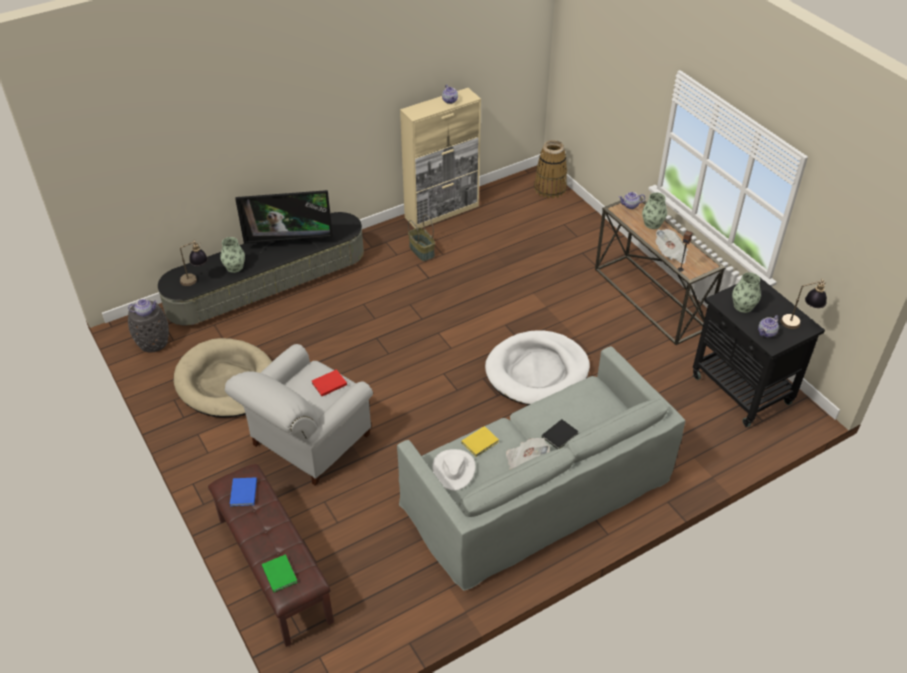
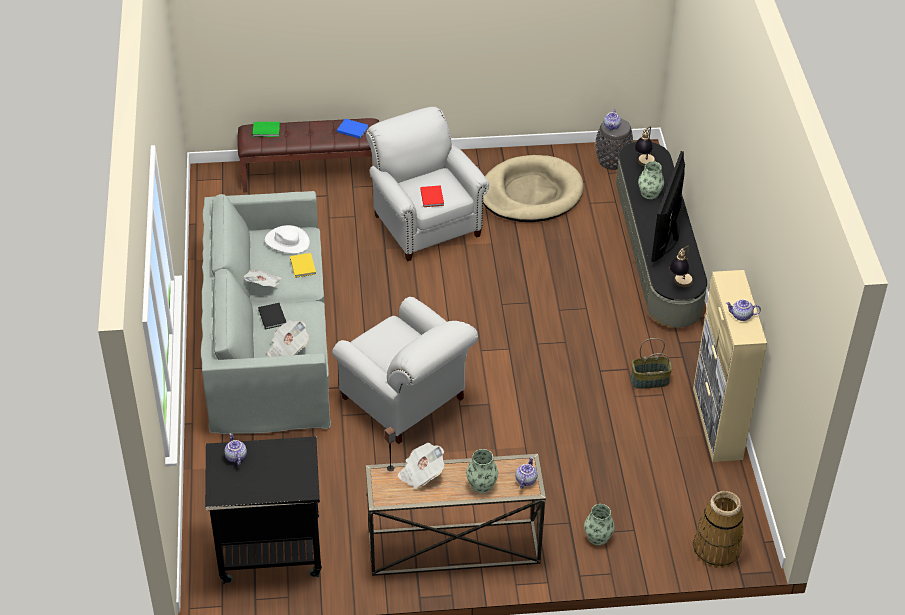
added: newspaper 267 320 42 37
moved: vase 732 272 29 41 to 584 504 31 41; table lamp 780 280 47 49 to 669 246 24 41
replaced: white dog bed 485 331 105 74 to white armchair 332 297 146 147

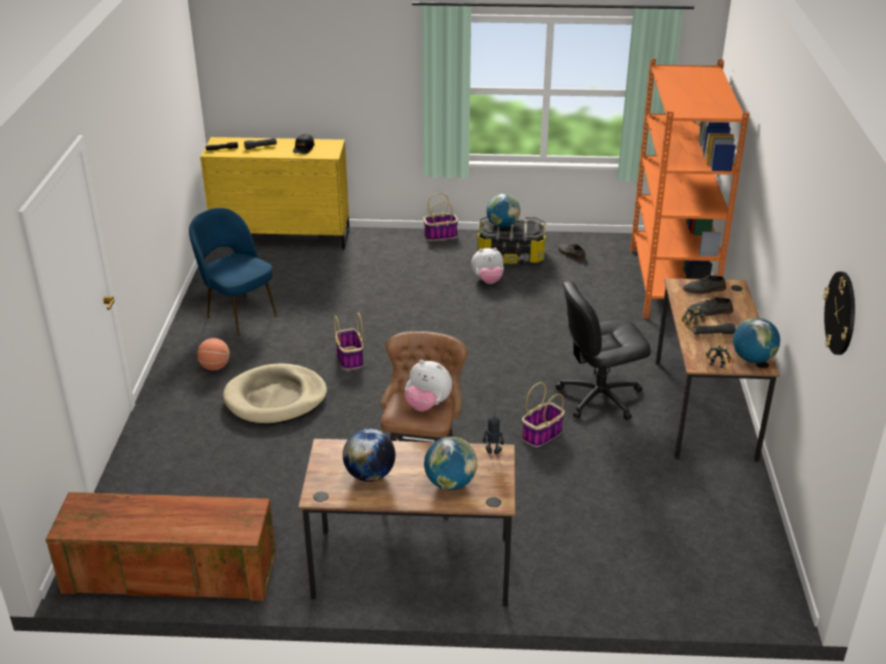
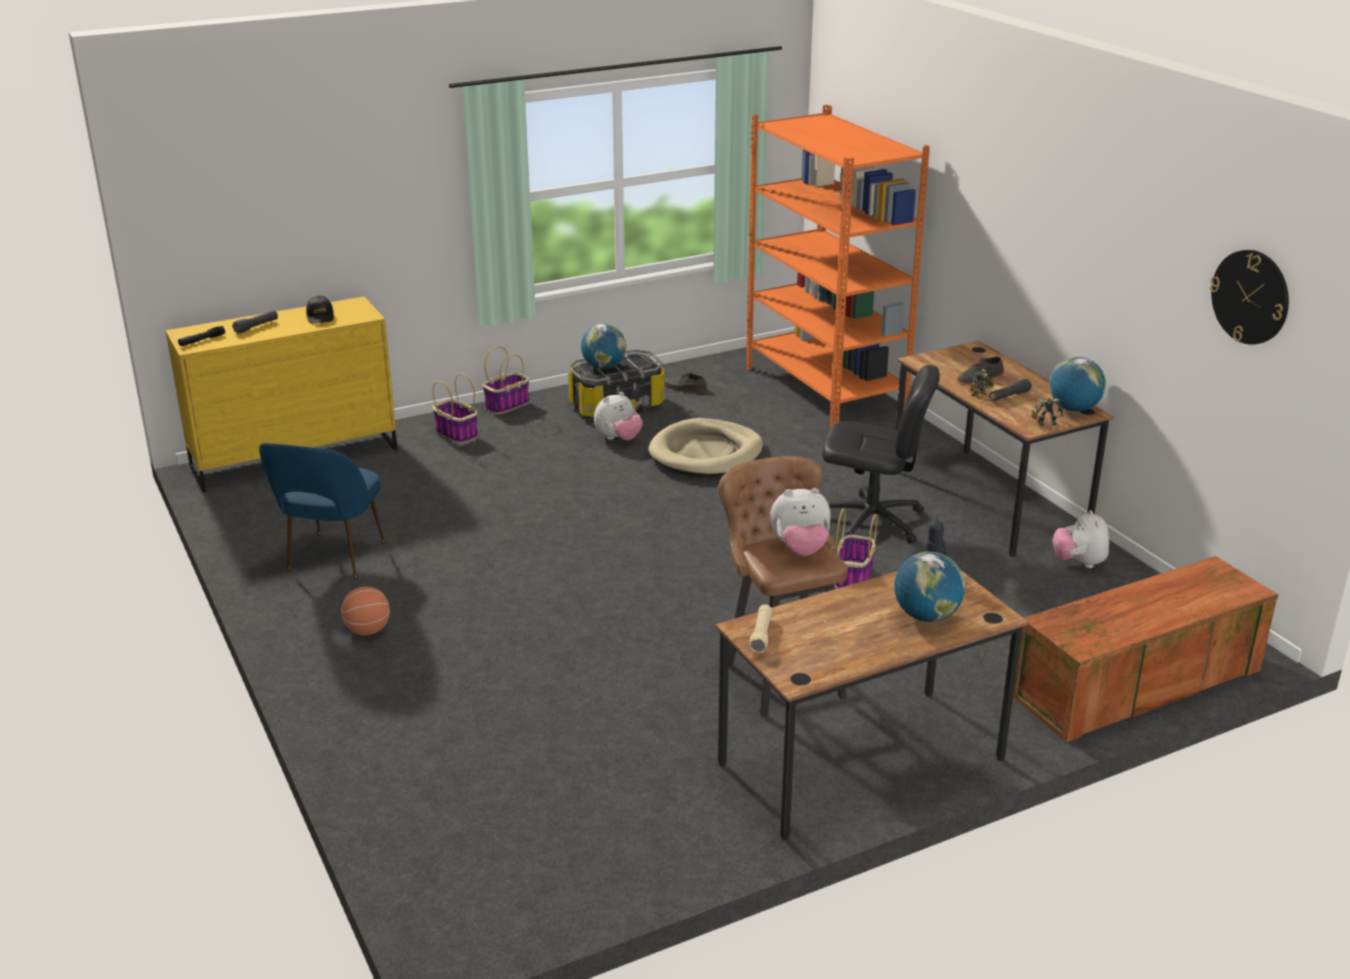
removed: globe 343 429 52 53; grey shoe 683 275 43 19
added: beige flashlight 749 604 23 49; plush toy 1052 510 57 58
moved: brown bench 46 492 230 109 to 1013 556 265 186; beige dog bed 223 363 104 62 to 649 418 114 59; basket 334 313 29 57 to 432 373 46 71
turned: blue chair 189 208 88 128 = 259 443 126 136 90 degrees counterclockwise; black office chair 556 281 95 139 = 822 365 118 179 120 degrees counterclockwise

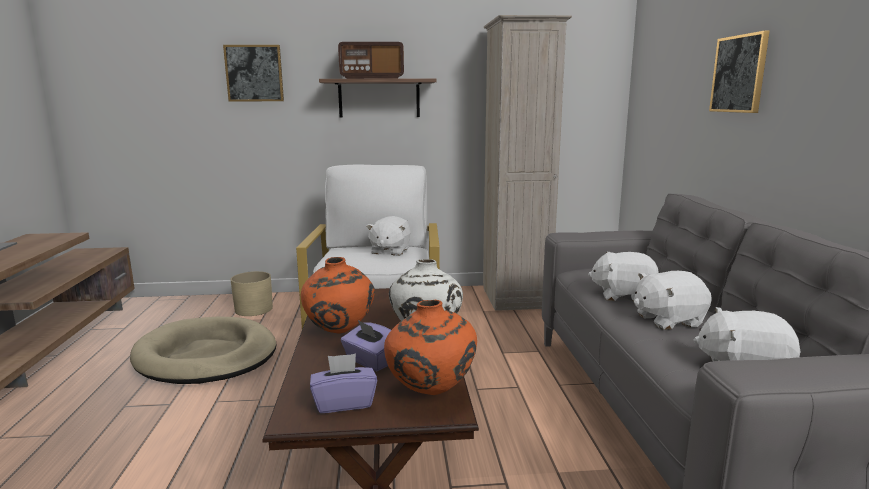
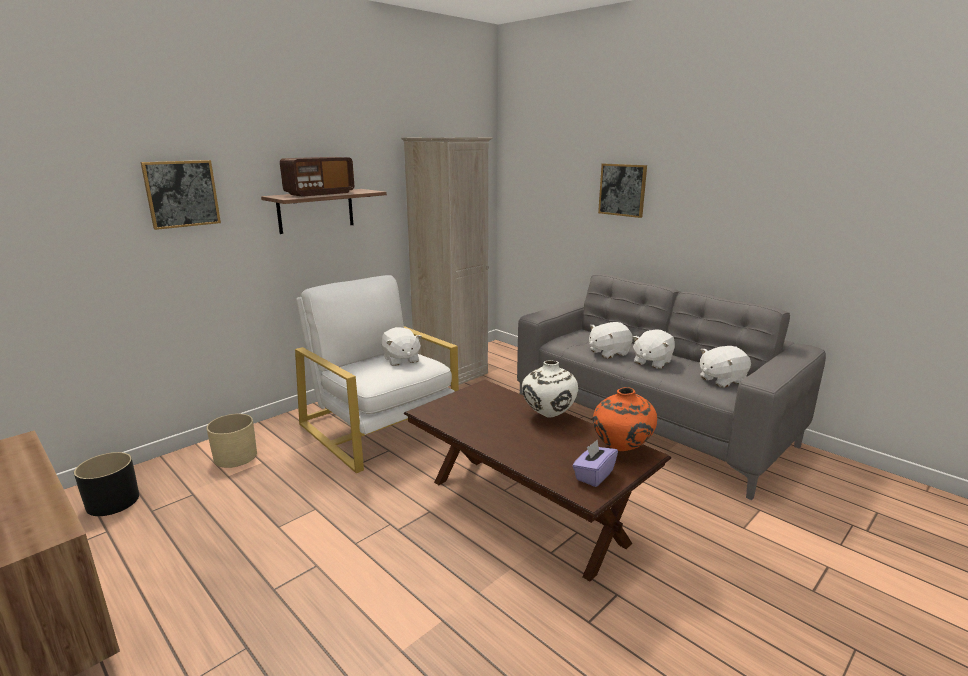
removed: beige dog bed 130 317 146 67; orange vase 301 257 74 76; purple tissue box 340 320 51 51
added: black planter 74 452 65 64

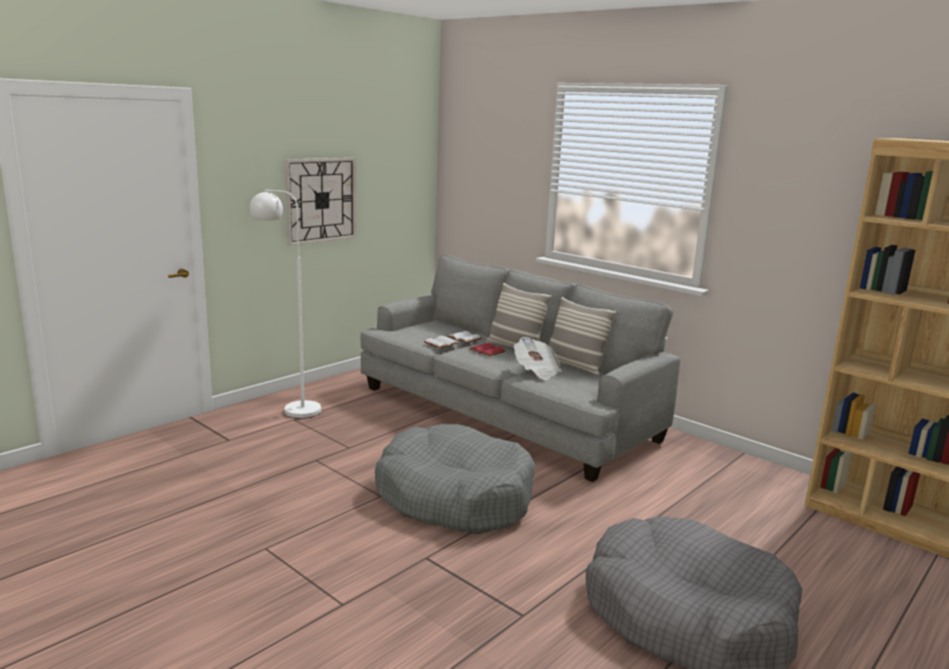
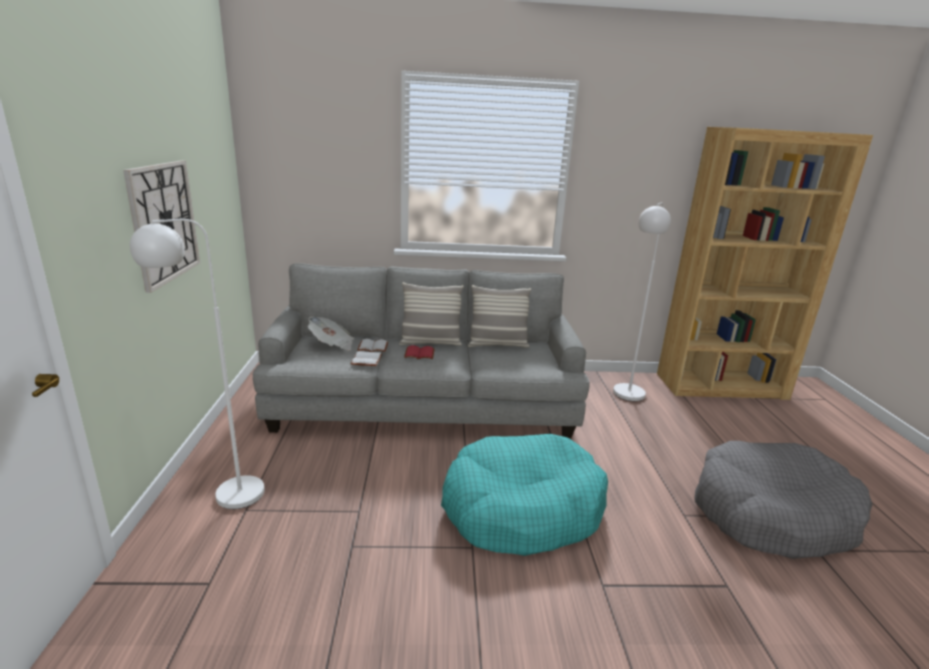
added: white floor lamp 613 202 58 199
moved: newspaper 513 337 49 43 to 308 316 46 34
recoloured: grey dog bed 375 424 160 110 to turquoise dog bed 441 434 167 122

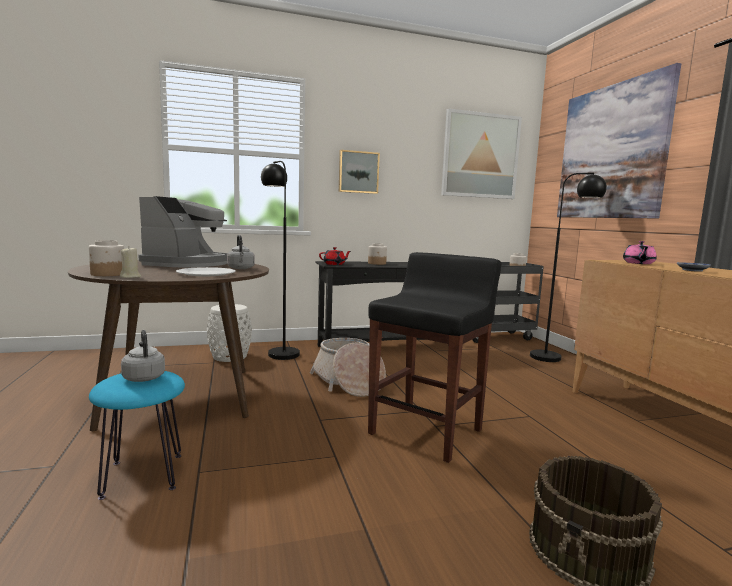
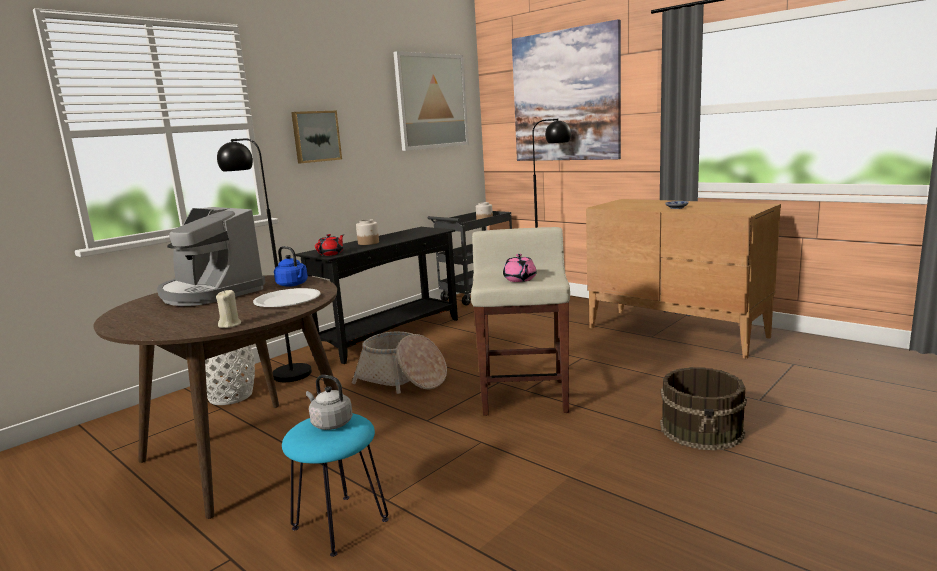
removed: jar 89 240 35 36
moved: pink teapot 623 241 34 23 to 503 254 33 28
recoloured: grey kettle 227 235 28 34 to blue kettle 274 246 34 41; black stool 368 252 133 211 to beige stool 471 227 99 189
turned: coffee machine 138 196 90 72 = 157 207 109 99 150 degrees clockwise

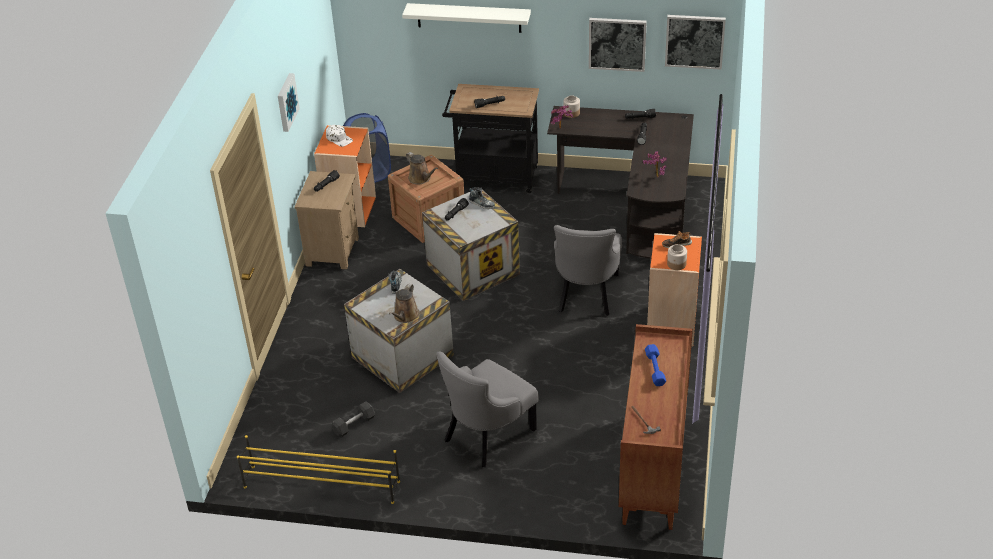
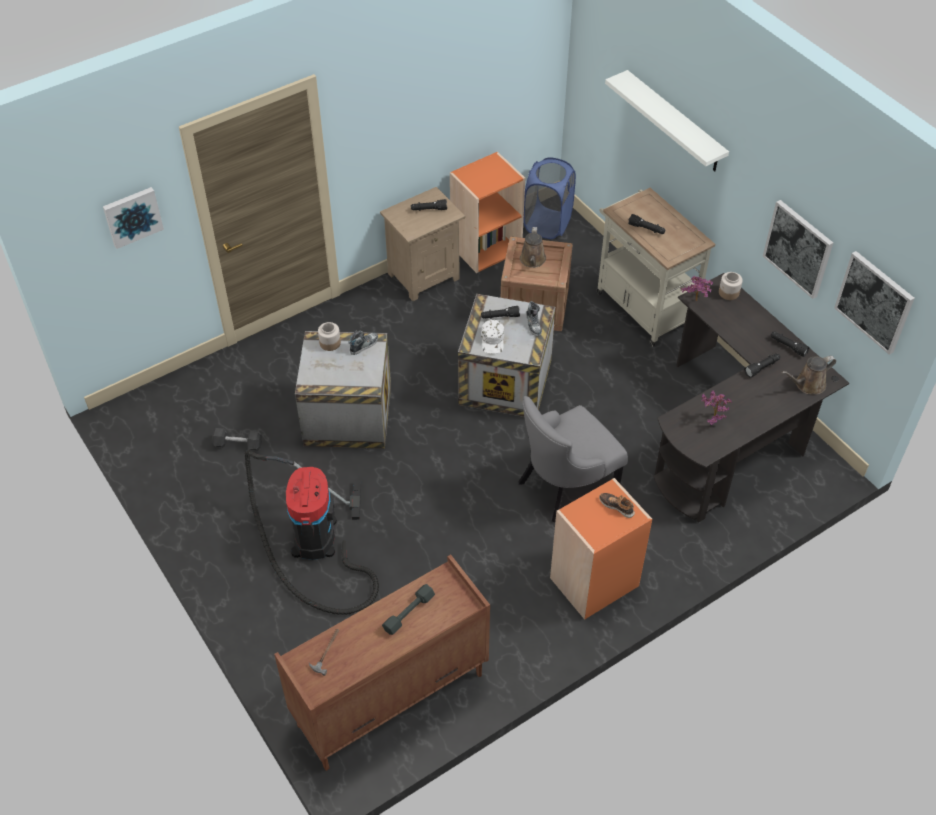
removed: yellow shoe rack 237 435 163 69
moved: picture 278 73 22 59 to 103 187 61 62; white cap 326 125 27 22 to 481 320 23 33; brown watering can 389 284 31 39 to 782 356 54 38; jar 667 244 20 26 to 318 322 23 29
replaced: grey chair 437 352 102 115 to vacuum cleaner 245 450 134 165
recoloured: black cart 442 84 97 110 to beige cart 597 188 118 159; blue dumbbell 645 344 21 42 to grey dumbbell 382 584 53 51

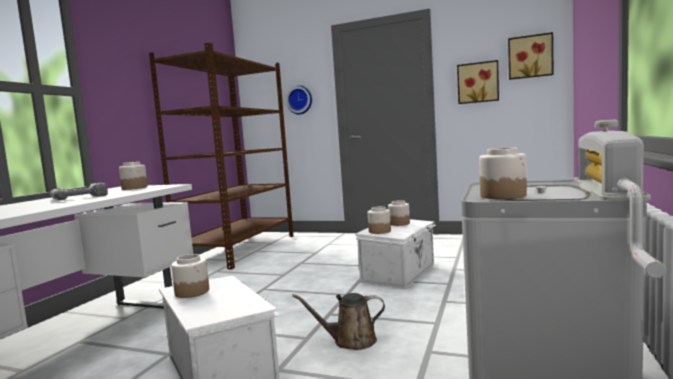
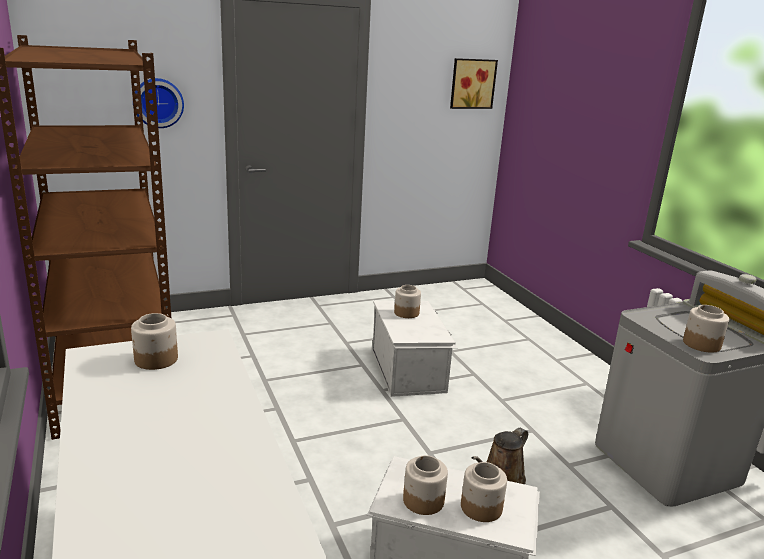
removed: power drill 50 183 58 17; picture 457 60 42 44
moved: jar 368 206 23 28 to 461 462 46 60

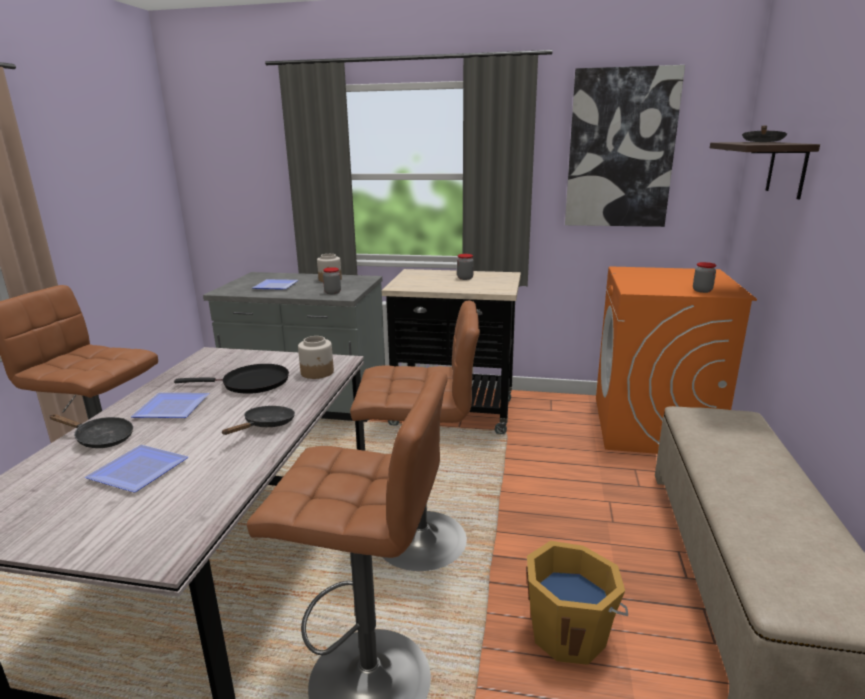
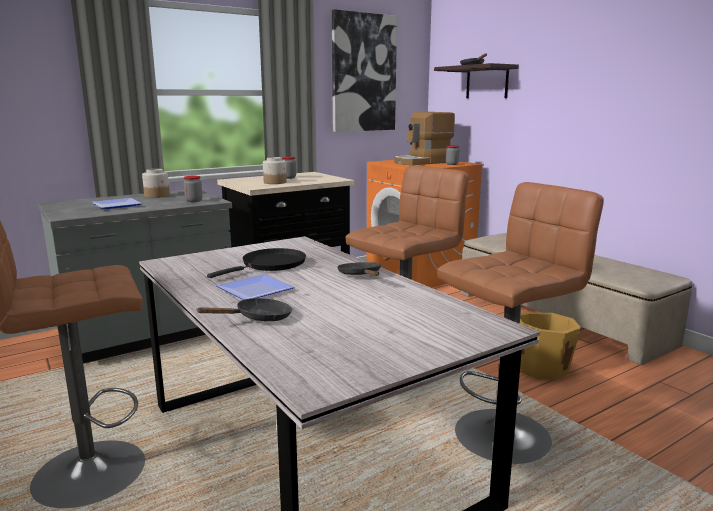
removed: plate 85 445 103 48
added: coffee machine 394 112 61 53
moved: jar 298 336 36 43 to 263 157 23 27

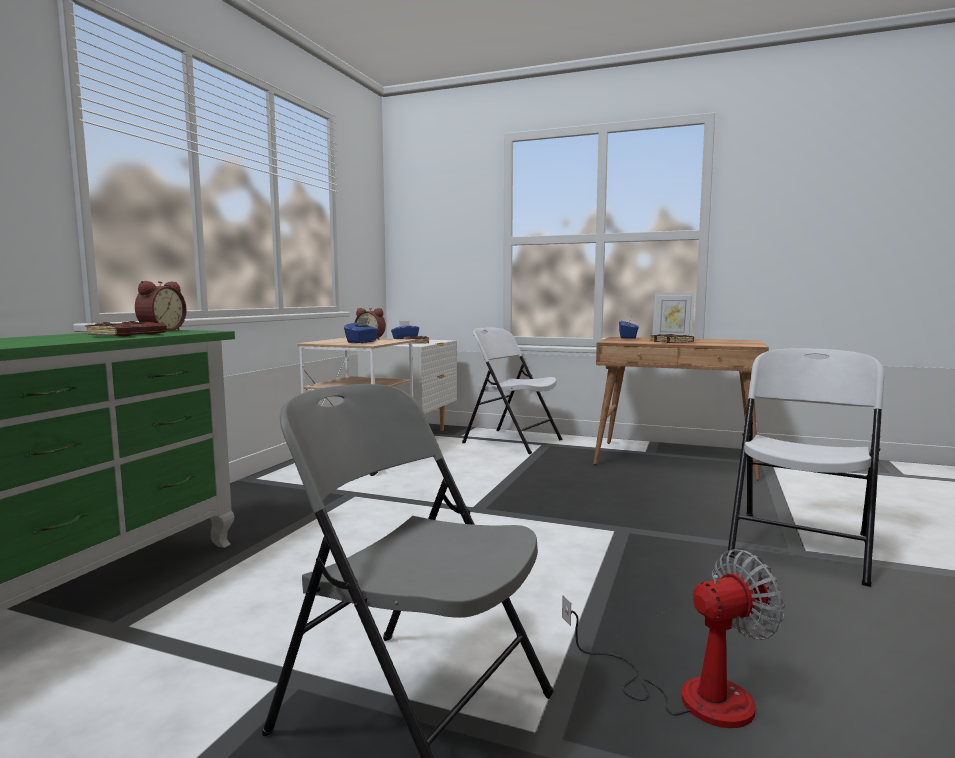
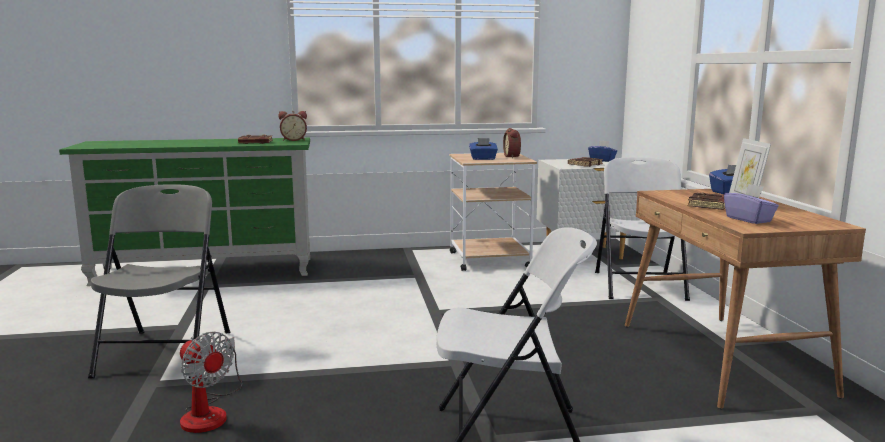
added: purple tissue box 724 184 55 40

